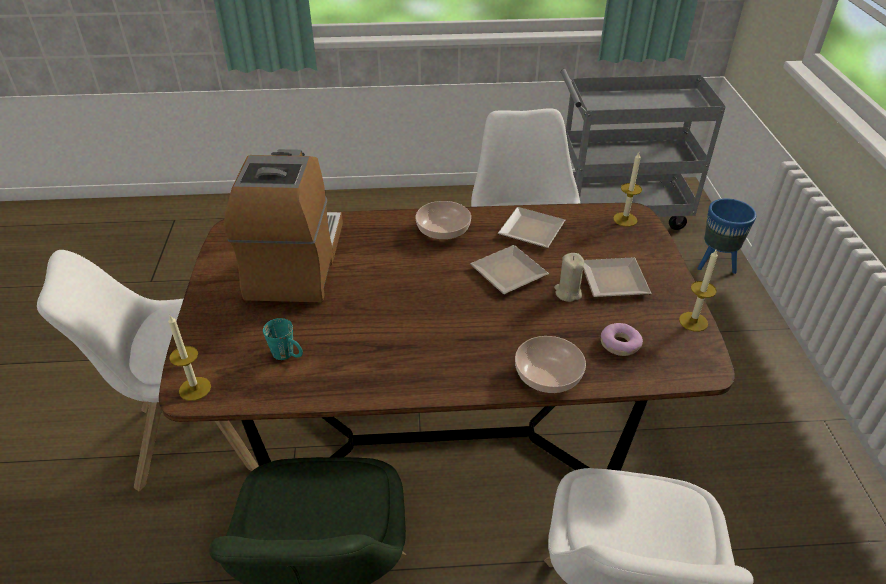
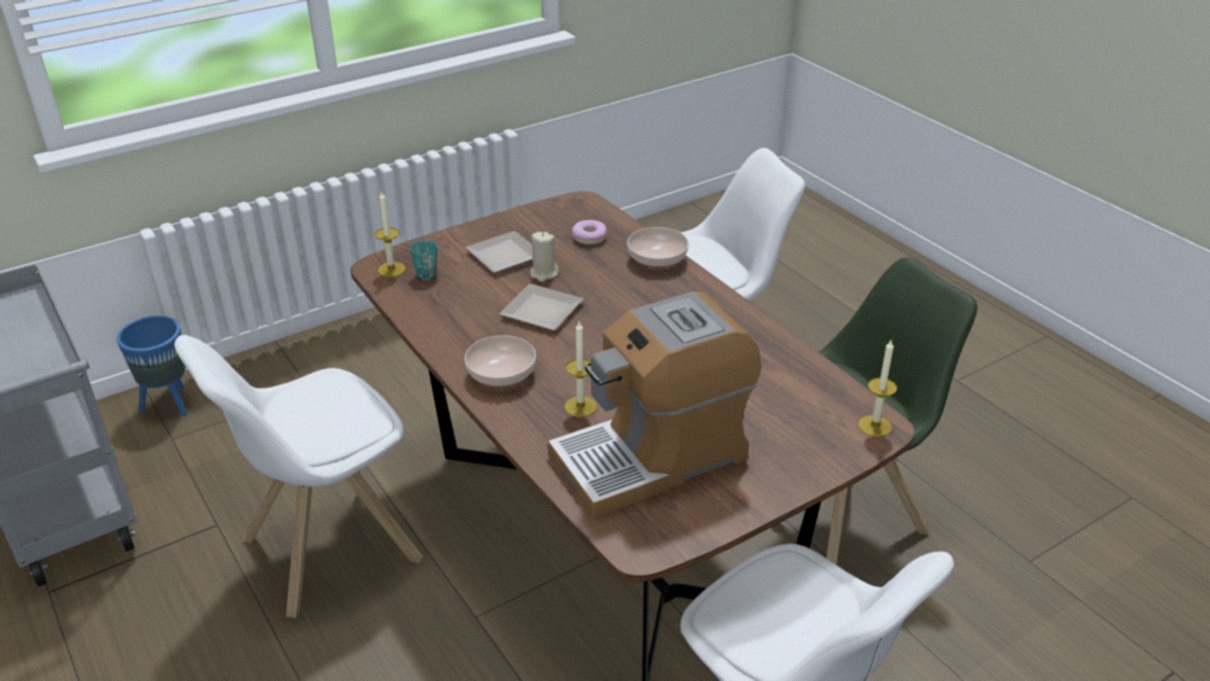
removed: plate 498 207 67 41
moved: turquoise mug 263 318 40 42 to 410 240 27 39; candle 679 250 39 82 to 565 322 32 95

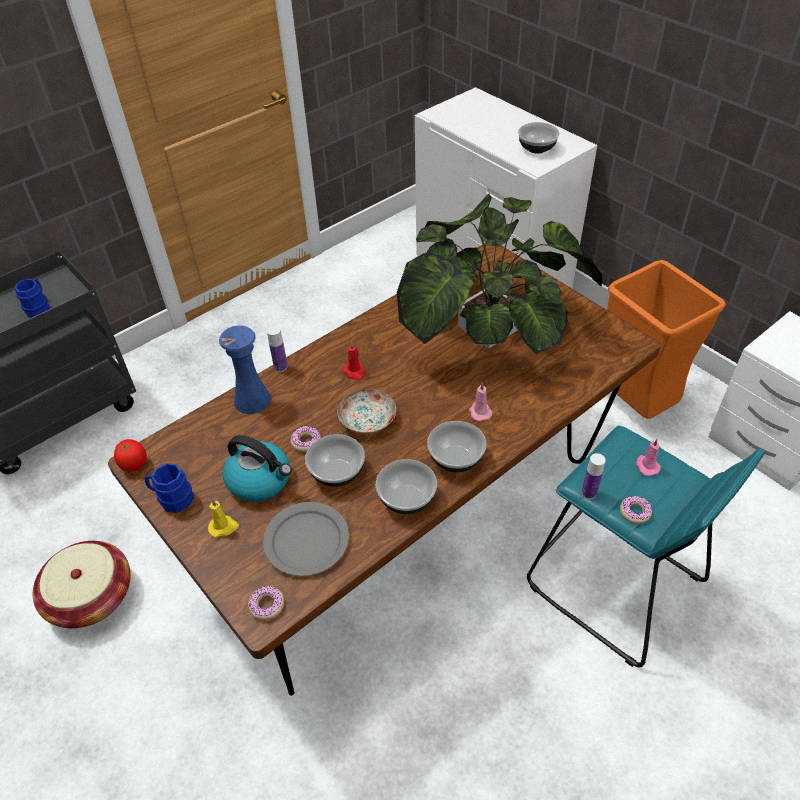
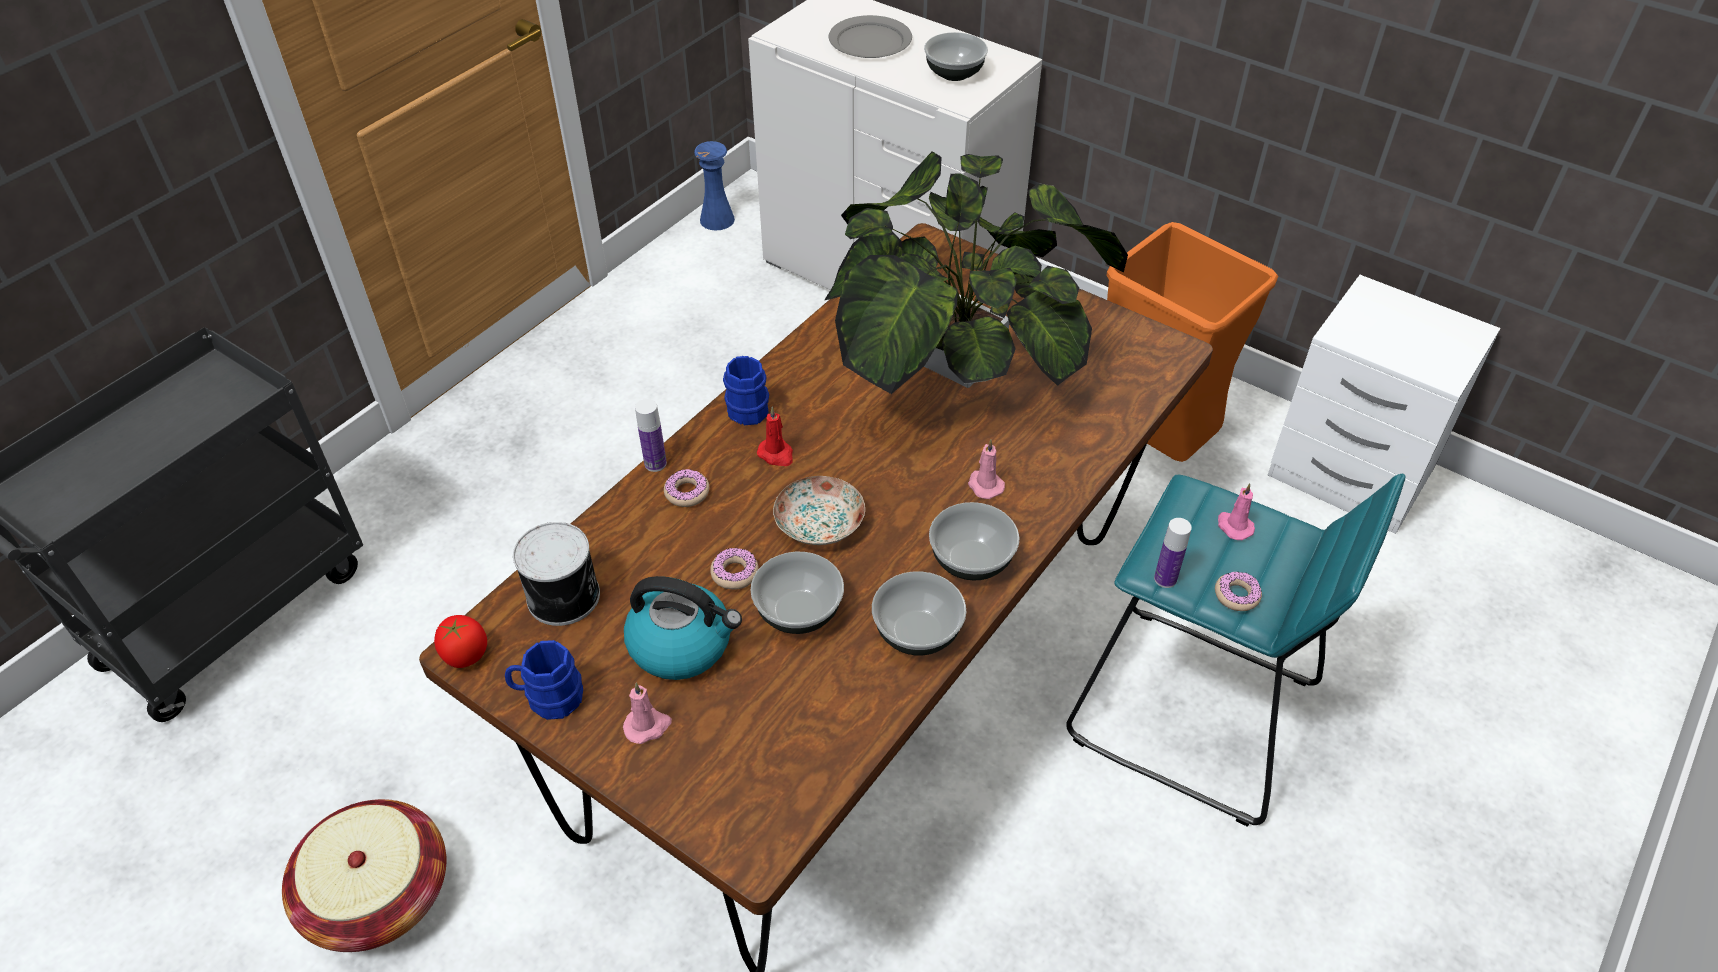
added: can 513 522 87 104
moved: blue mug 15 279 35 39 to 723 356 46 69; blue vase 219 325 52 89 to 694 141 41 90; donut 248 586 36 34 to 664 469 45 38; grey plate 263 502 86 74 to 829 15 83 43
recoloured: yellow candle 208 499 31 38 to pink candle 623 683 49 61

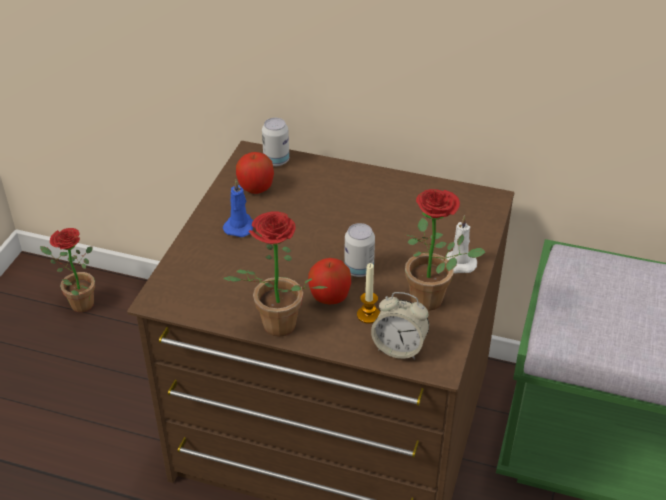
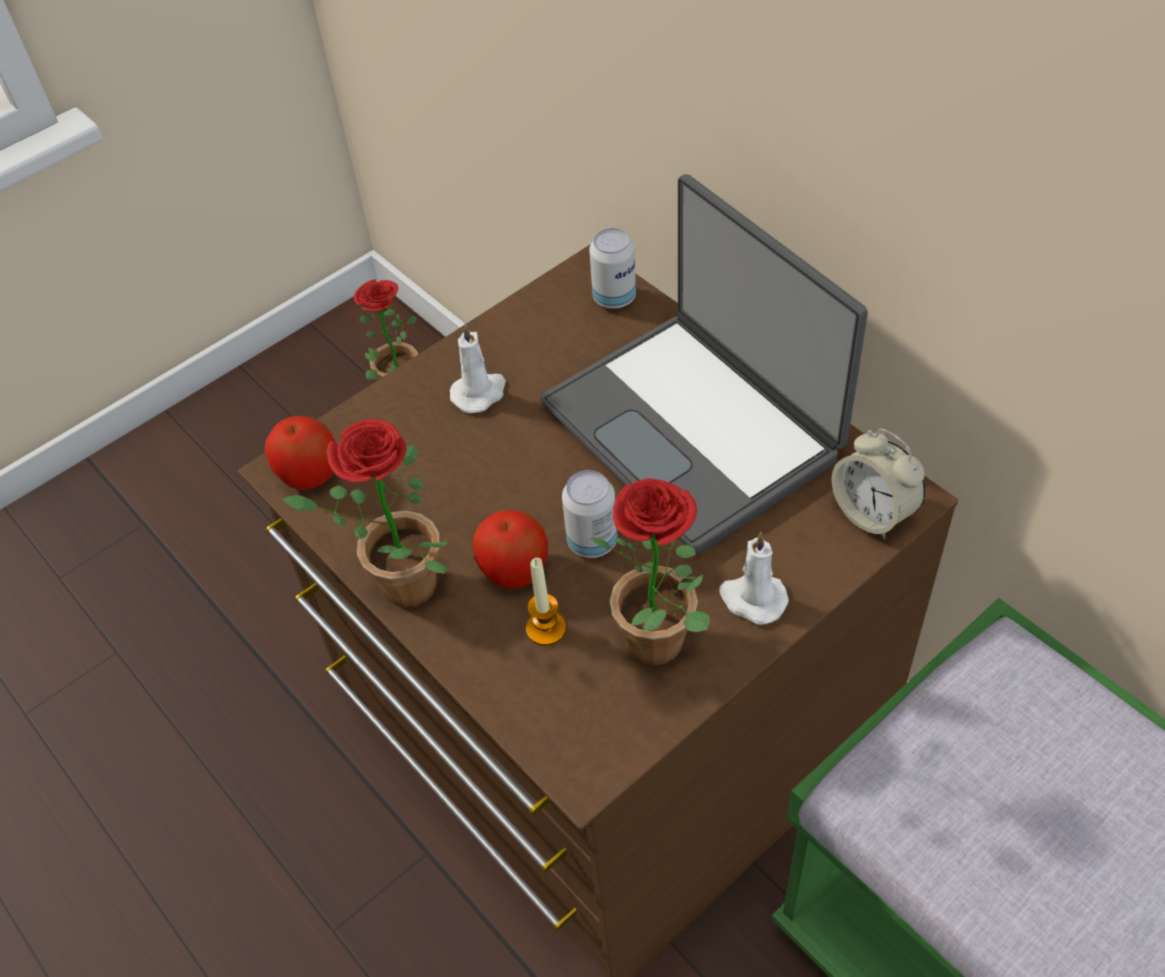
added: laptop 540 174 328 380
moved: apple 236 152 38 42 to 264 416 72 74; alarm clock 371 292 58 68 to 832 429 93 110
recoloured: blue candle 223 180 31 57 to white candle 450 323 56 90

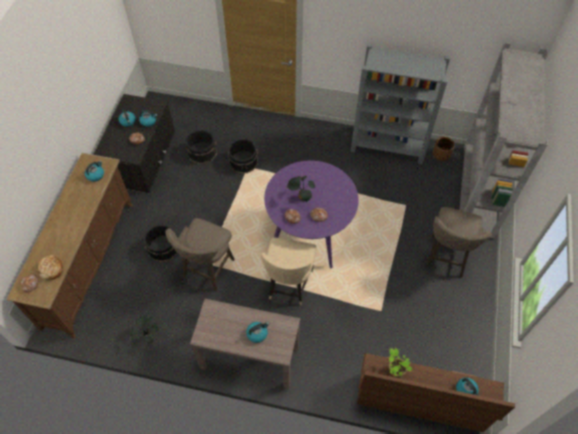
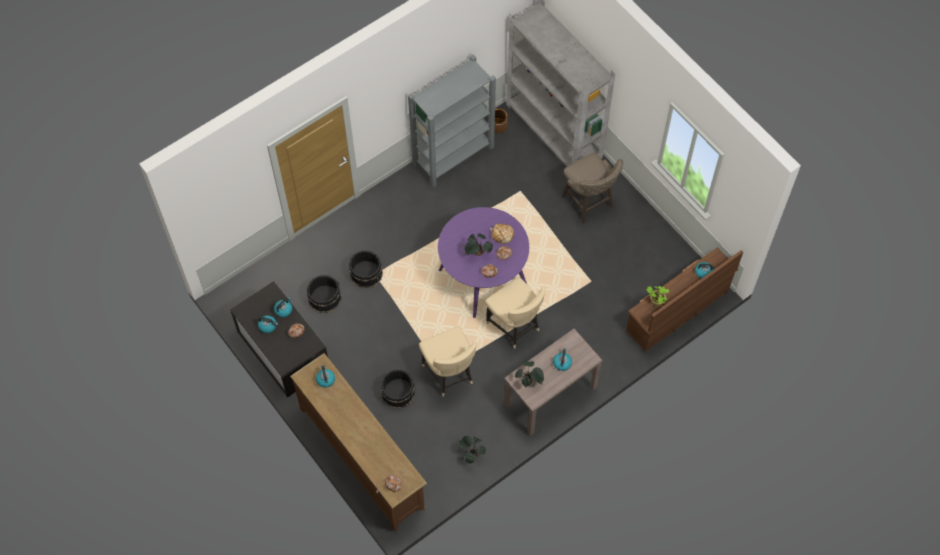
added: potted plant 515 360 29 27
moved: bread 38 255 25 26 to 490 224 24 20
replaced: beige stool 165 218 70 73 to beige chair 419 326 58 71

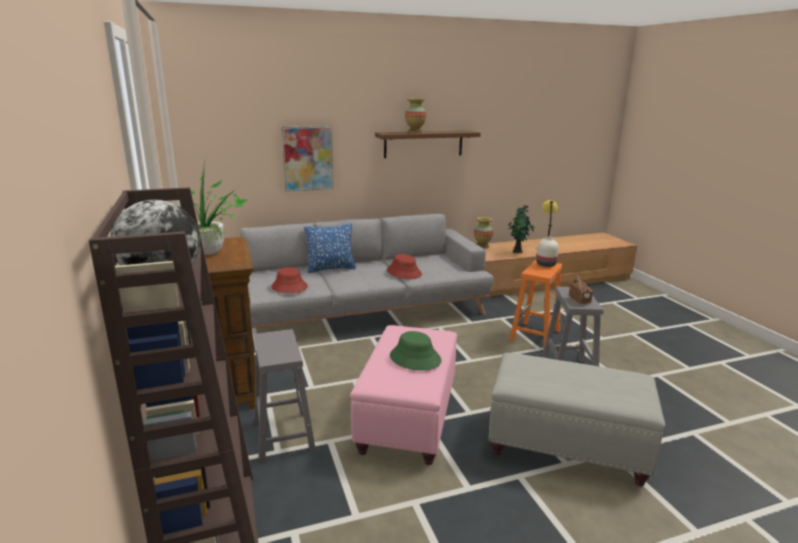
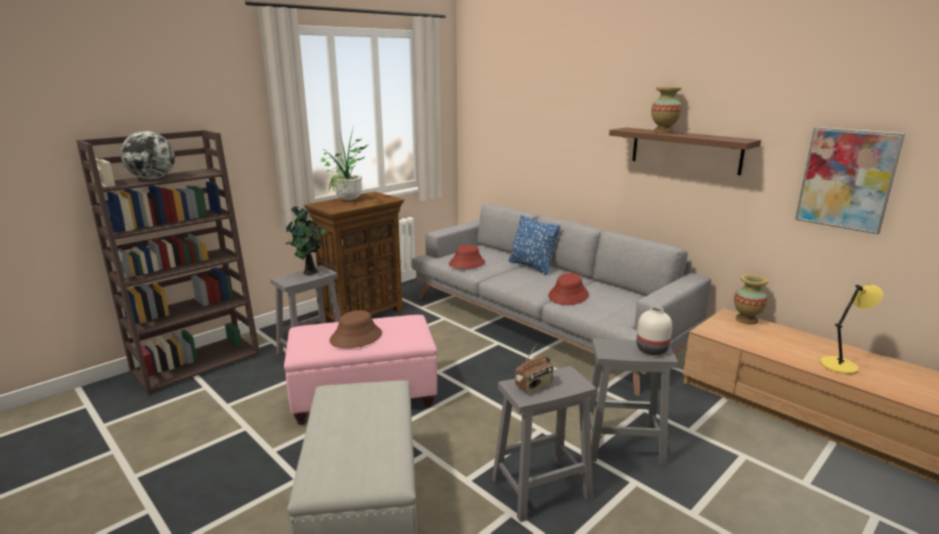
moved: picture 281 126 53 66 to 795 127 110 108; potted plant 508 205 27 48 to 285 206 42 69
recoloured: green hat 390 331 52 40 to brown hat 330 310 52 38; orange stool 509 260 54 89 to grey stool 589 338 89 127

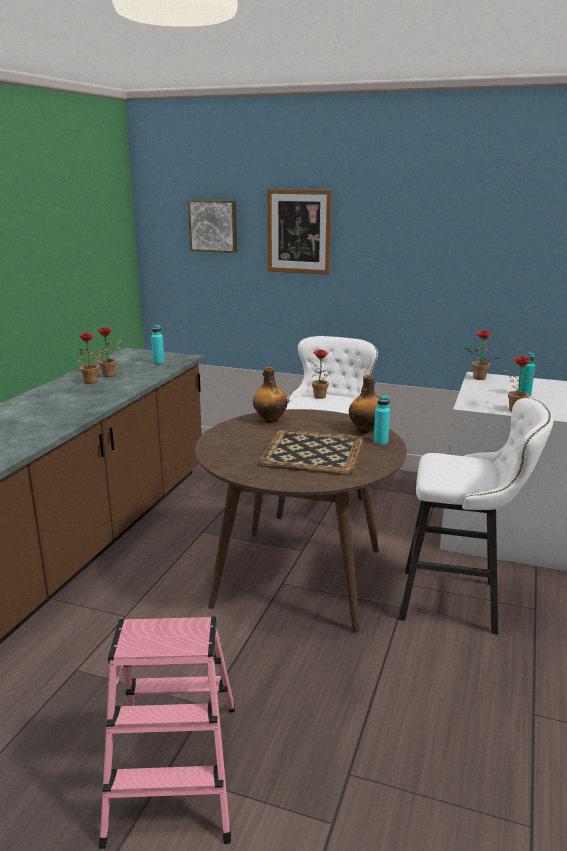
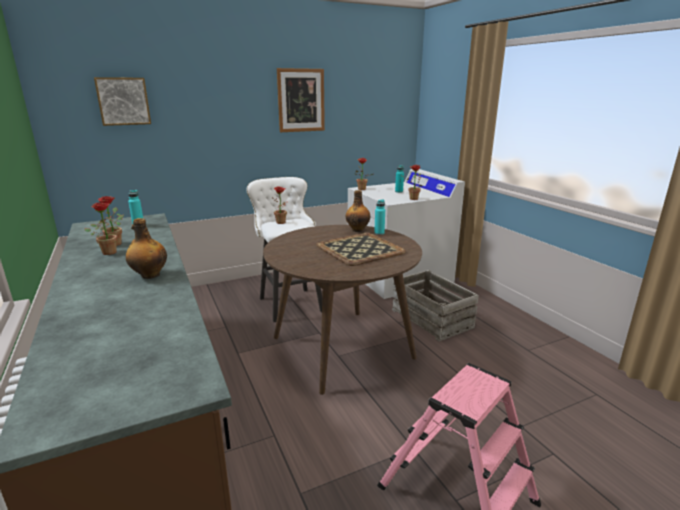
moved: bottle 253 367 34 56 to 126 218 41 61; picture 267 189 65 86 to 277 68 48 64
replaced: white stool 399 398 154 236 to crate 392 270 87 71

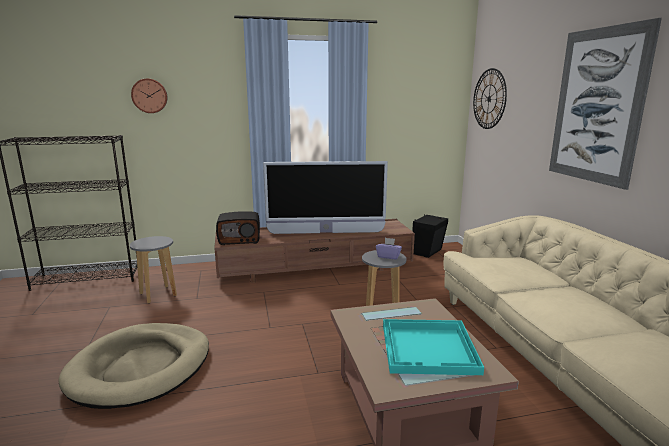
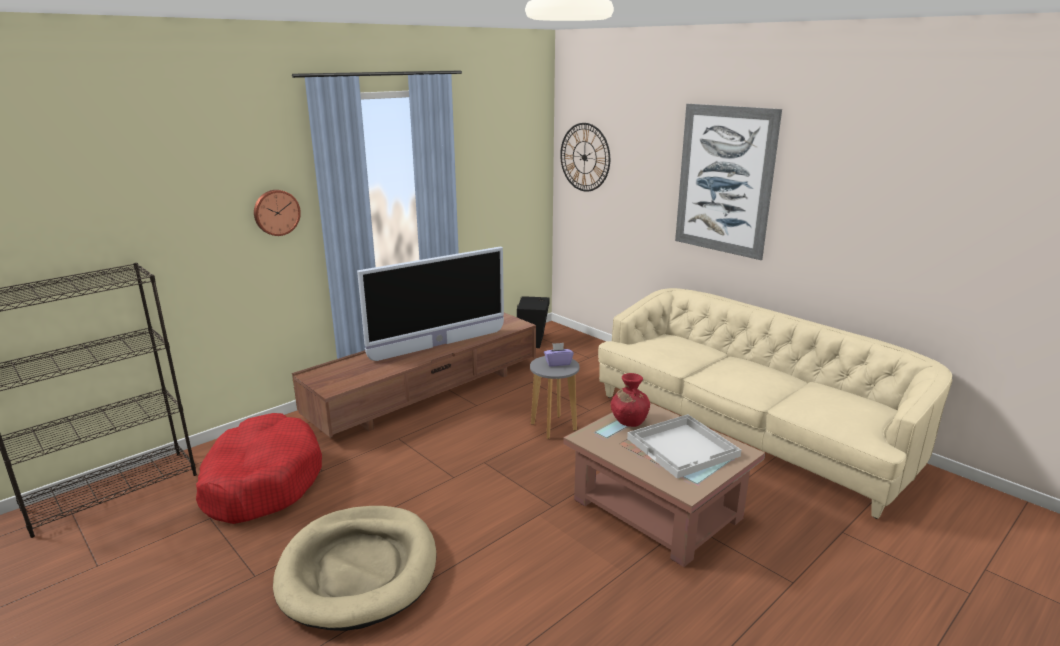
removed: radio 216 211 44 34
added: red vase 610 373 40 54
moved: wall clock 131 79 37 34 to 254 190 47 46
replaced: grey stool 130 236 47 67 to red dog bed 196 413 126 111
recoloured: turquoise tray 383 319 101 56 to white tray 627 414 114 64

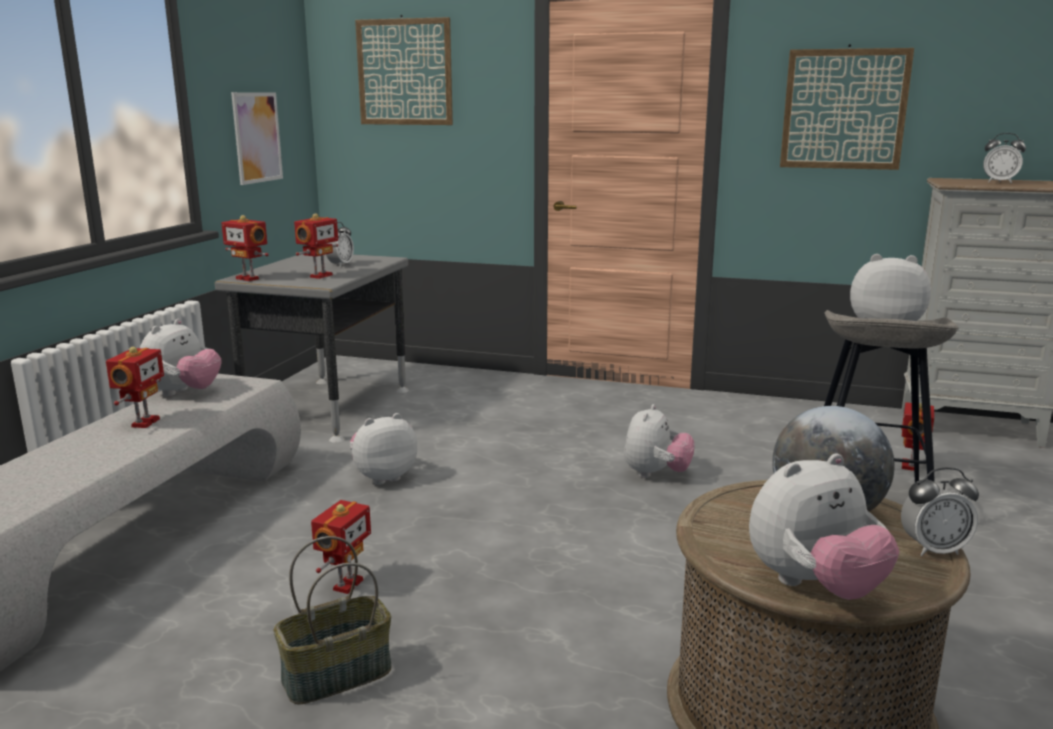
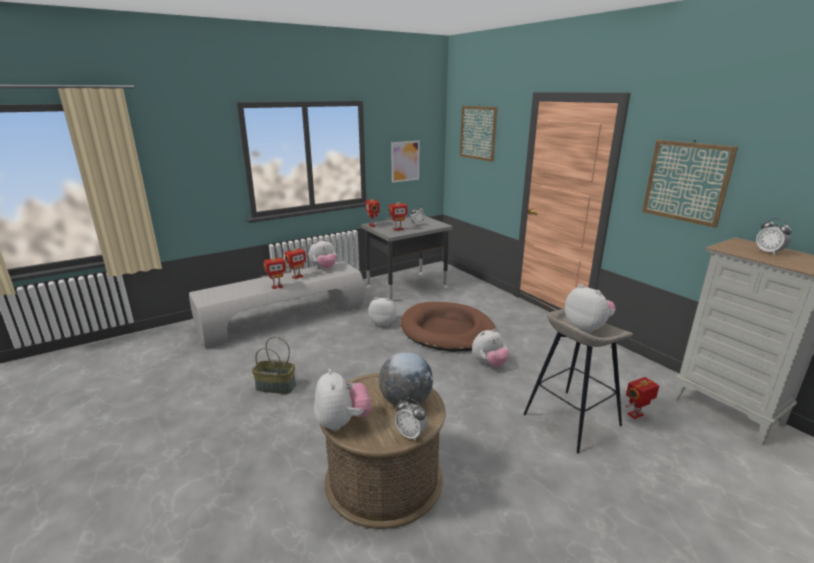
added: brown dog bed 401 302 95 50
moved: toy robot 311 500 60 94 to 260 257 31 32
turned: plush toy 749 454 150 146 = 314 369 57 62 120 degrees counterclockwise

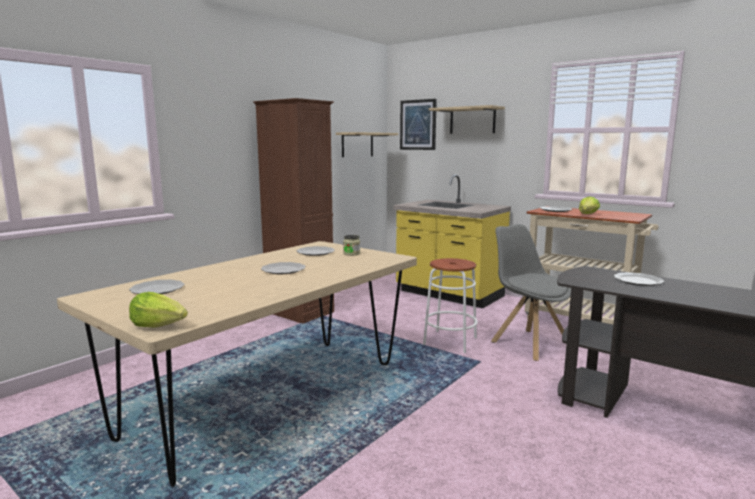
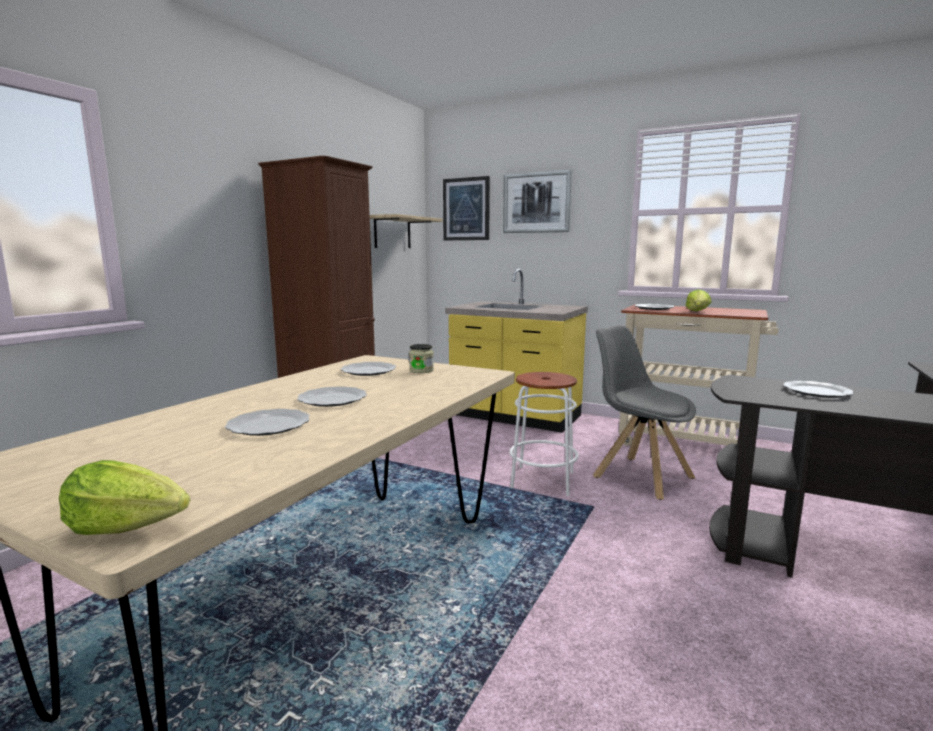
moved: plate 129 280 55 14 to 225 409 85 27
replaced: shelf 429 105 76 29 to picture 503 170 69 63

